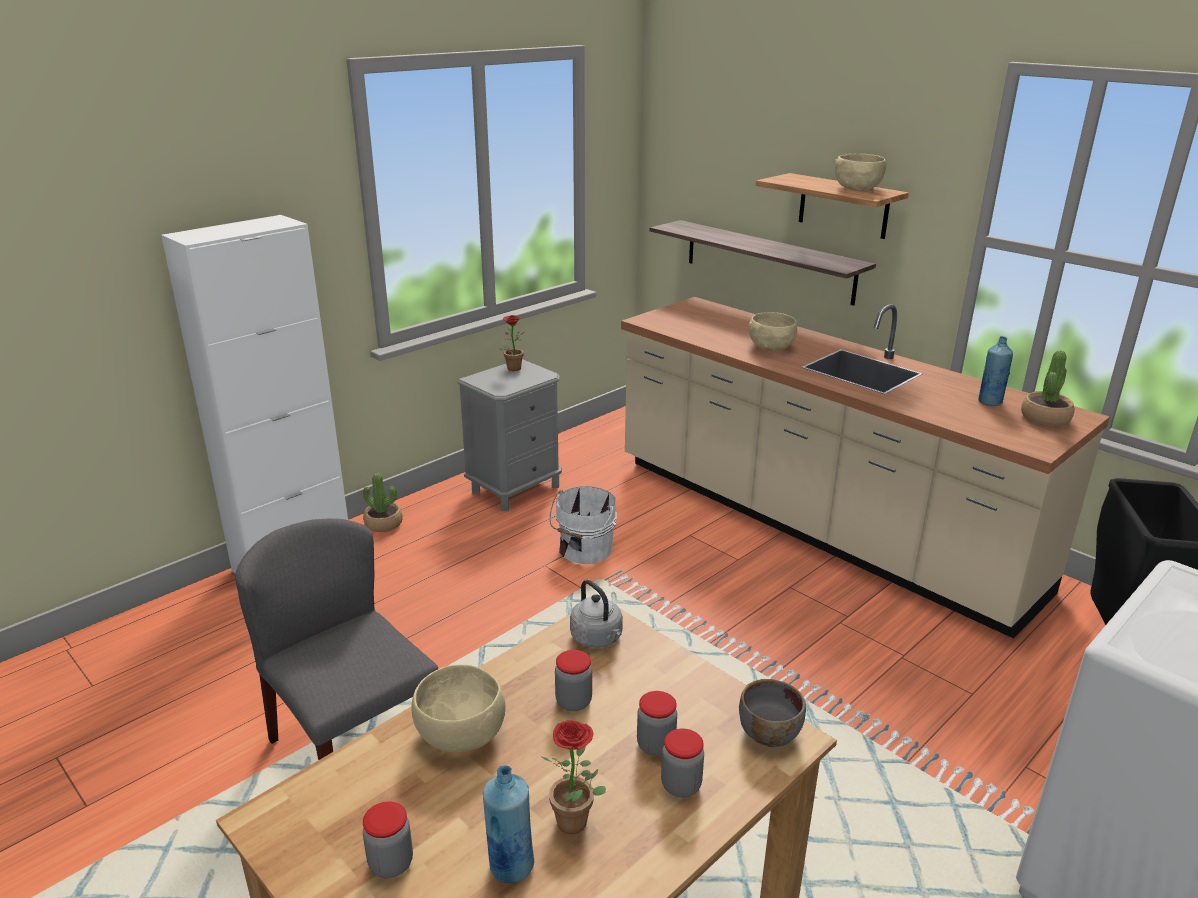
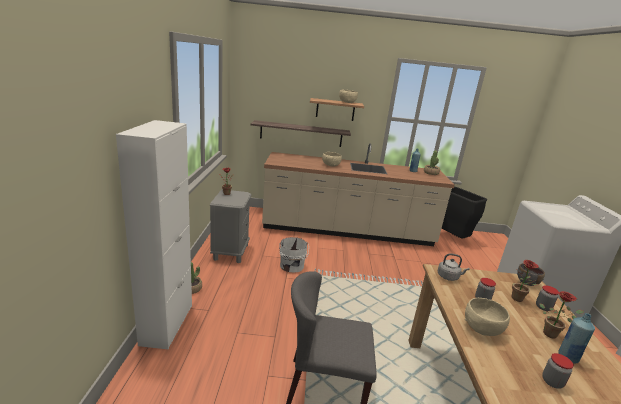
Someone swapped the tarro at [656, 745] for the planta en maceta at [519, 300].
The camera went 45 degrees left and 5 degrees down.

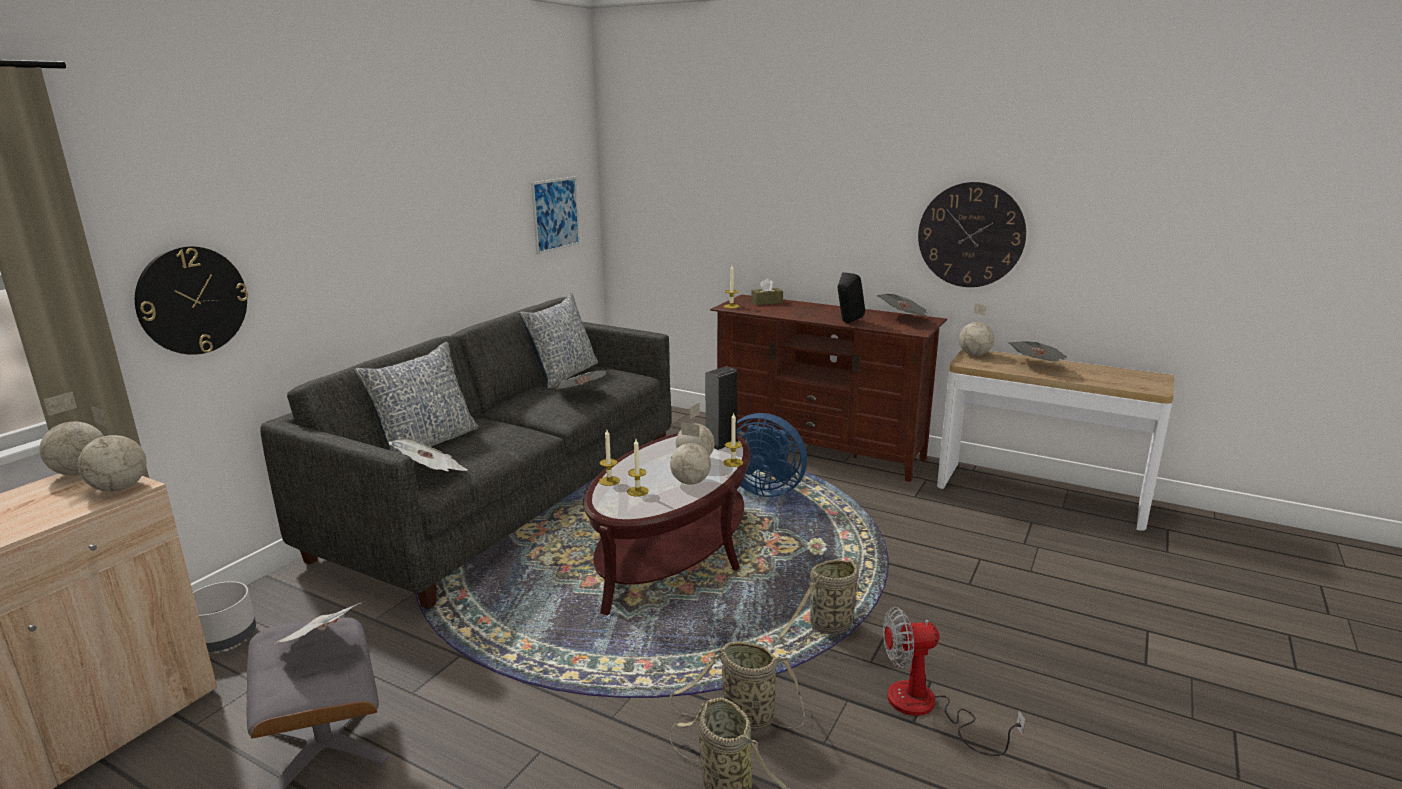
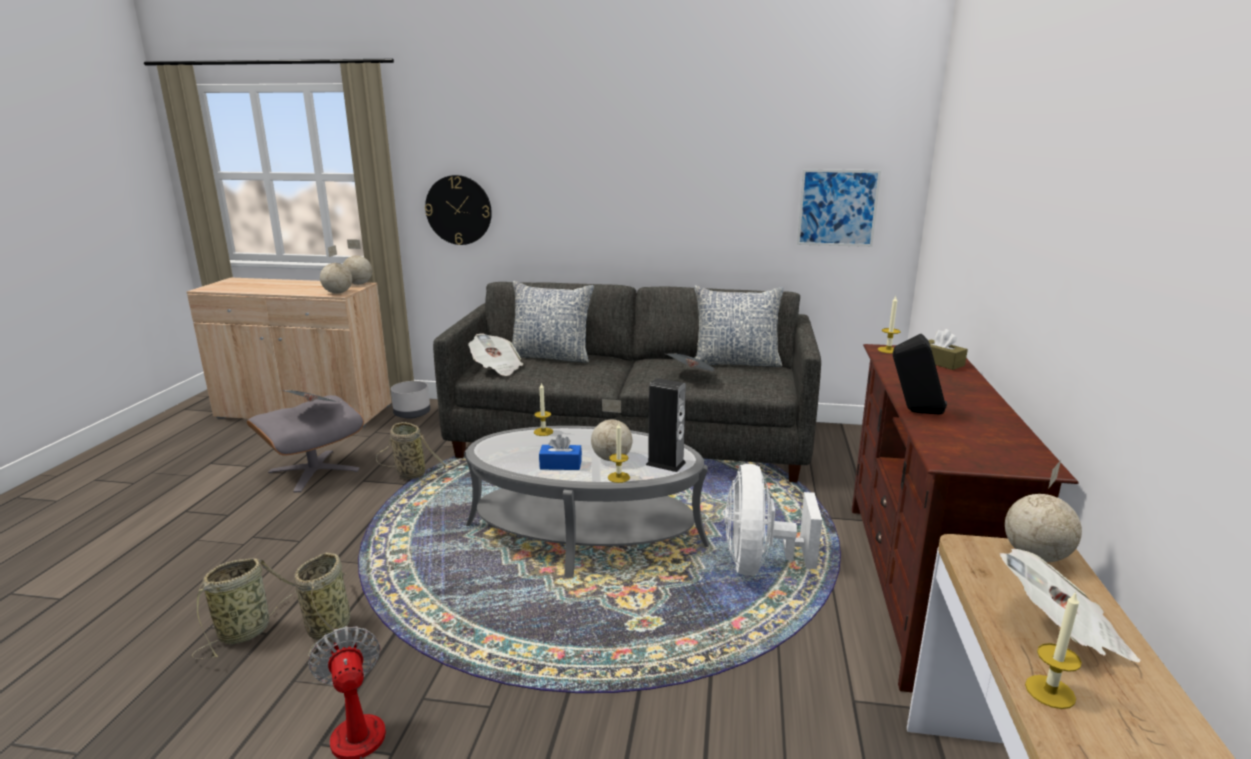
Someone repainted the mesa de centro/marrón at [673, 551], which became the mesa de centro/gris at [584, 535].
Someone carried the vela from [637, 491] to [1050, 691].
Someone swapped the globo terráqueo at [690, 482] for the caja de pañuelos/azul at [560, 465].
Someone repainted the ventilador/azul at [764, 489], which became the ventilador/blanco at [759, 564].
Someone carried the cesta from [828, 627] to [409, 473].
Someone took away the periódico at [903, 319].
Someone took away the reloj de pared at [971, 235].
The camera went 70 degrees right and 0 degrees up.

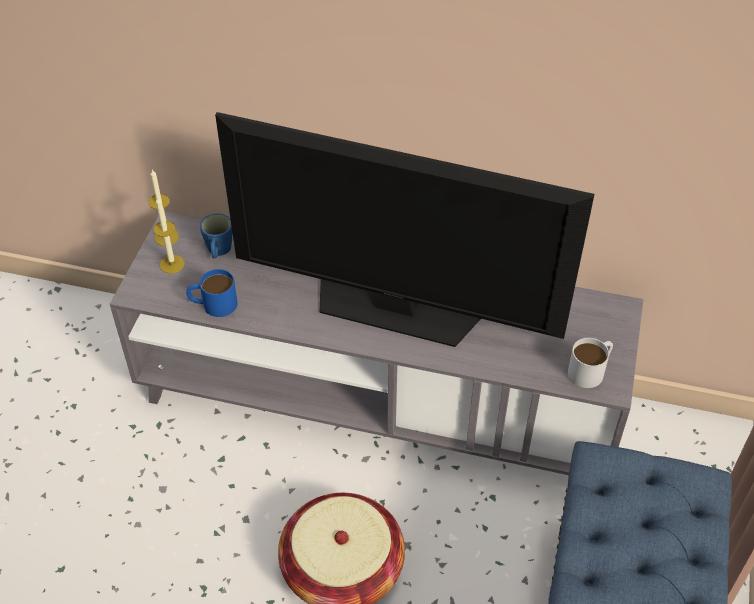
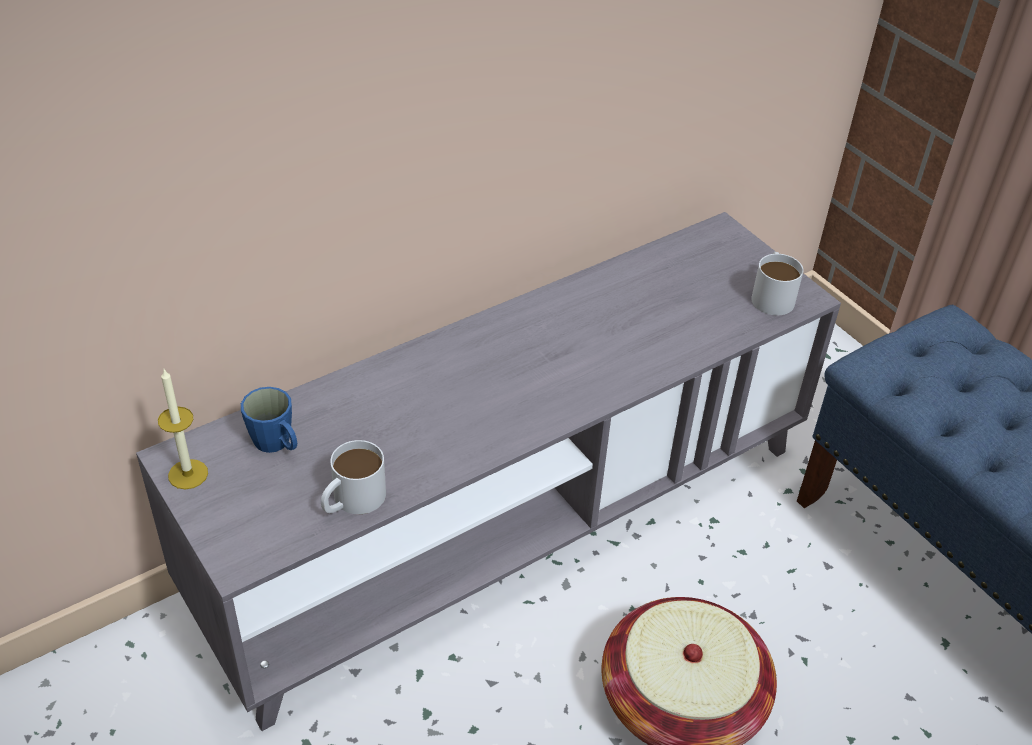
Someone took away the vela at [172, 264].
Someone repainted the taza grande/azul at [213, 304], which became the taza grande/blanco at [351, 500].
Someone took away the televisor at [396, 307].
The camera went 50 degrees left and 5 degrees down.

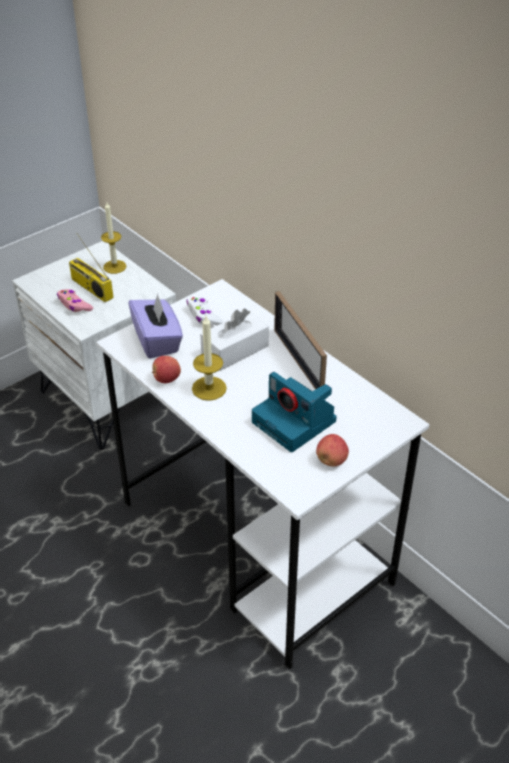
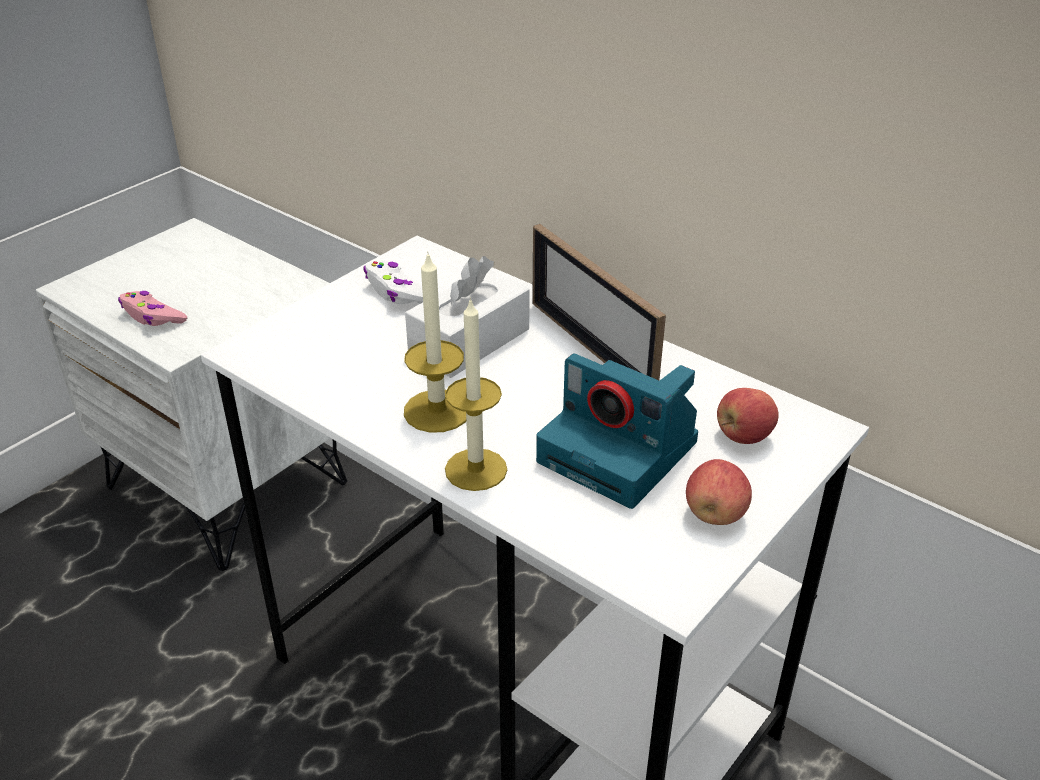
Someone took away the radio at [90, 288].
Someone carried the vela from [114, 267] to [476, 469].
Someone took away the caja de pañuelos/morado at [157, 341].
Someone carried the manzana from [166, 379] to [743, 436].
The camera went 10 degrees left and 5 degrees down.

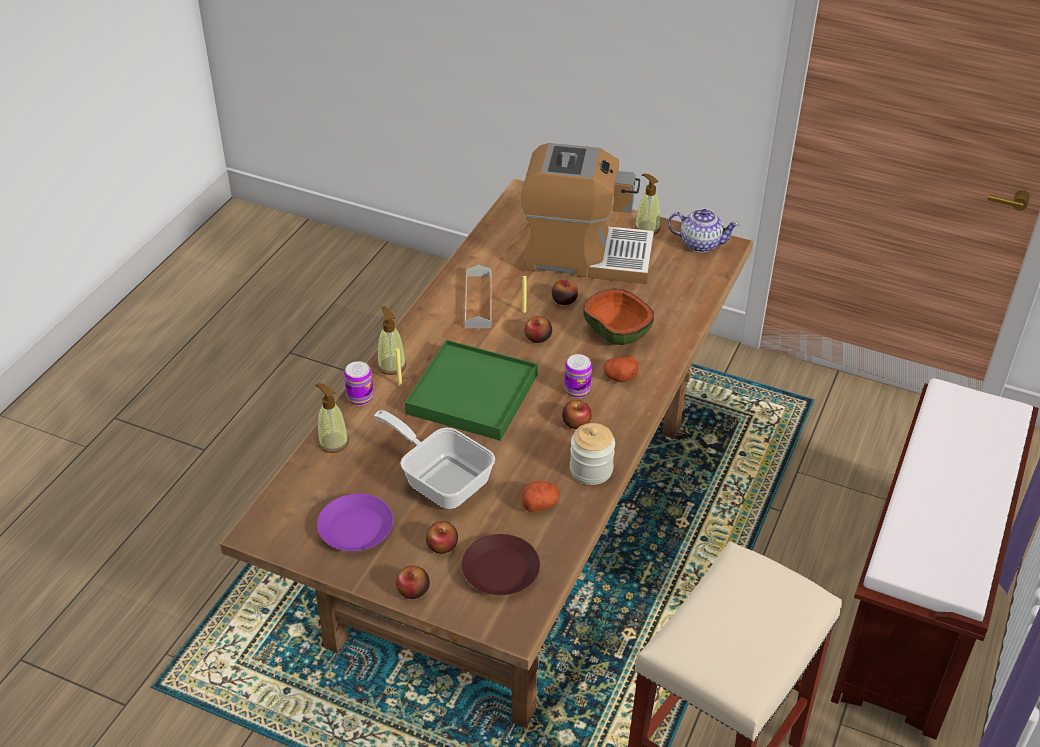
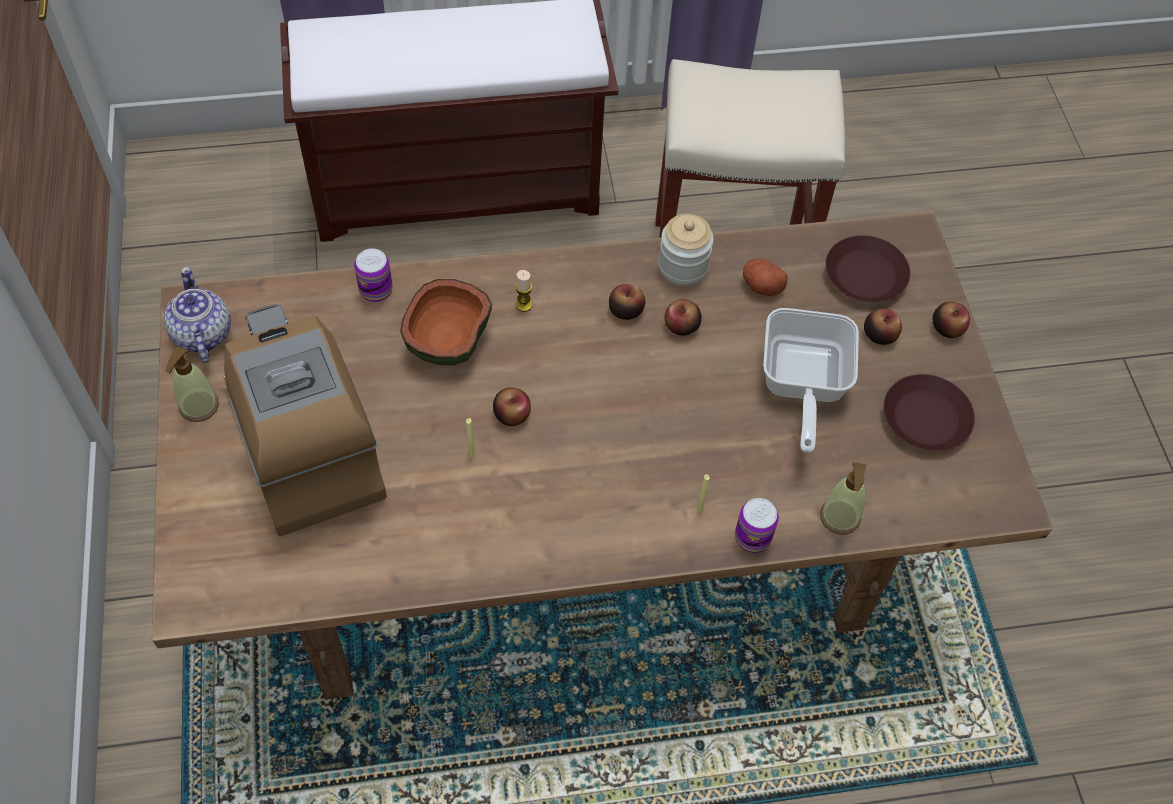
Someone repainted the plato/morado at [356, 528], which became the plato/marrón at [924, 418].
Someone took away the dispensador de jabón at [391, 365].
Someone took away the bandeja/verde at [472, 394].
Someone took away the bandeja/gris at [478, 301].
Someone carried the manzana from [564, 300] to [681, 326].
Someone carried the lata from [577, 390] to [376, 290].
Someone swapped the patata at [619, 377] for the vela at [524, 305].
The camera went 125 degrees left and 15 degrees up.

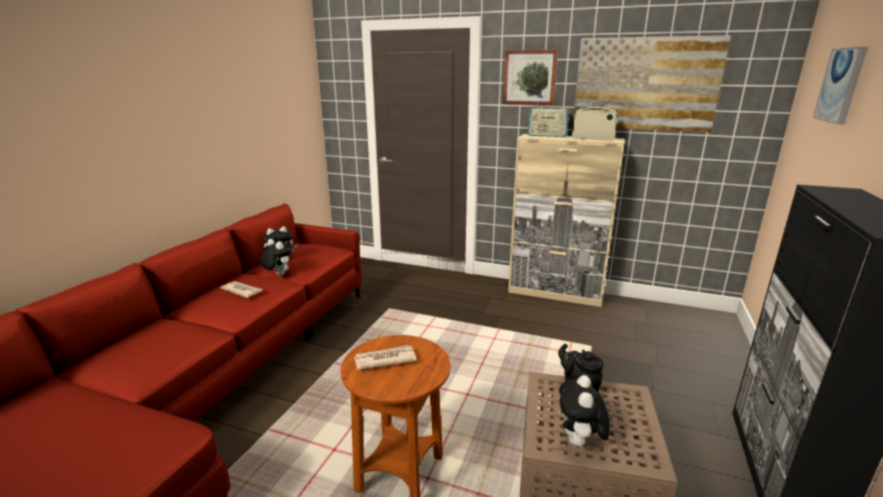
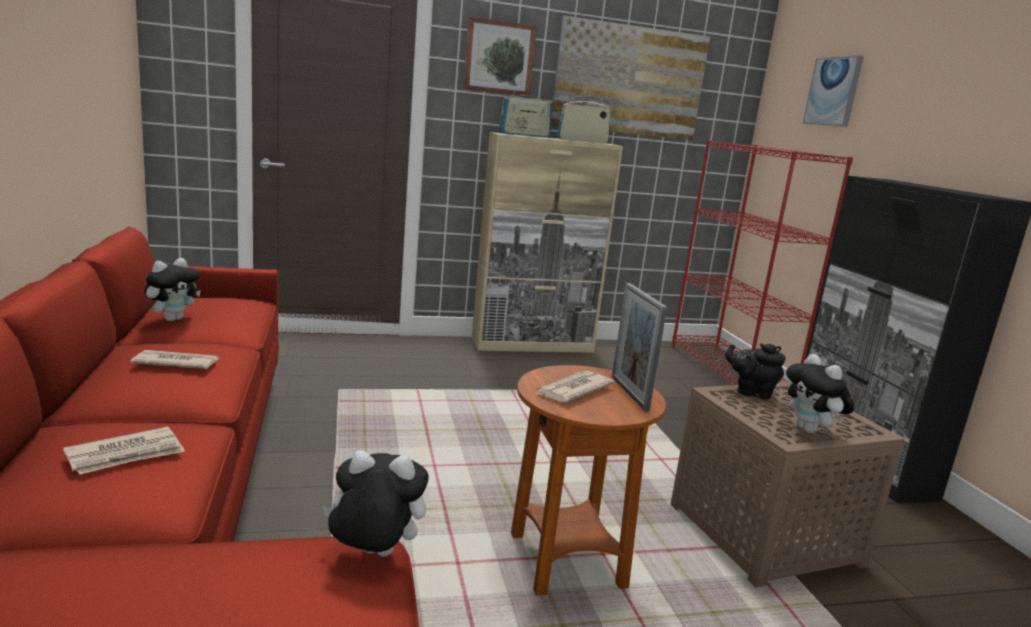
Someone carried the peluche from [278, 275] to [373, 555].
Someone put down the periódico at [126, 455].
Someone put down the portarretratos at [629, 393].
Someone put down the estantería/rojo at [729, 372].
The camera went 35 degrees left and 5 degrees down.

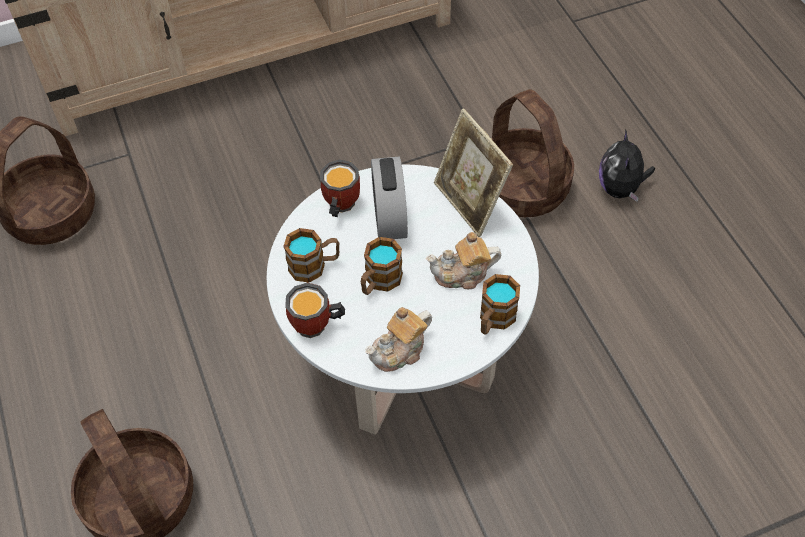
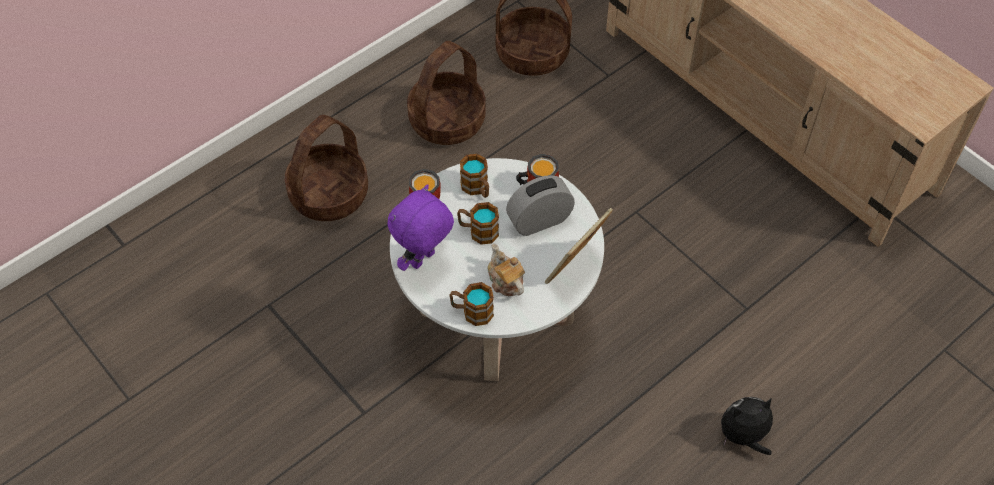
Someone swapped the tetera at [400, 351] for the peluche/morado at [423, 260].
Someone carried the cesta from [524, 187] to [447, 121].
The camera went 70 degrees right and 0 degrees up.

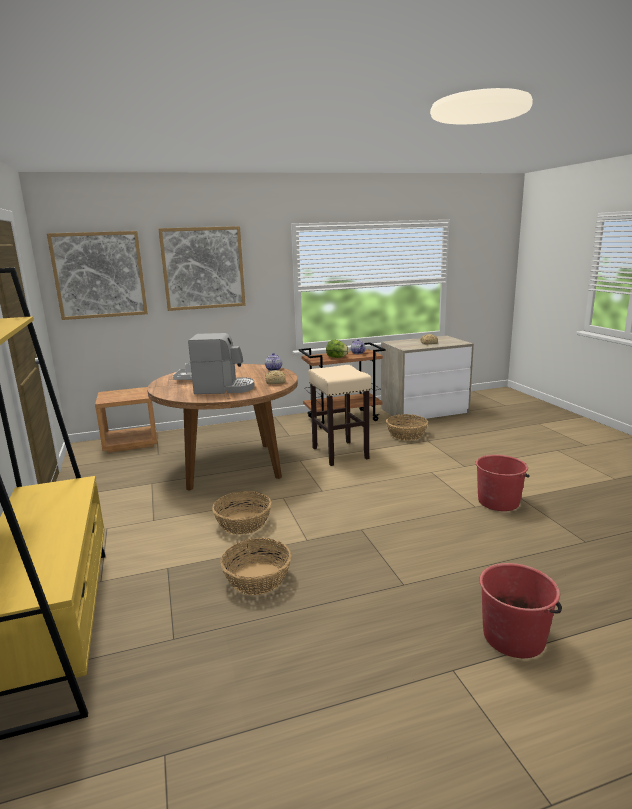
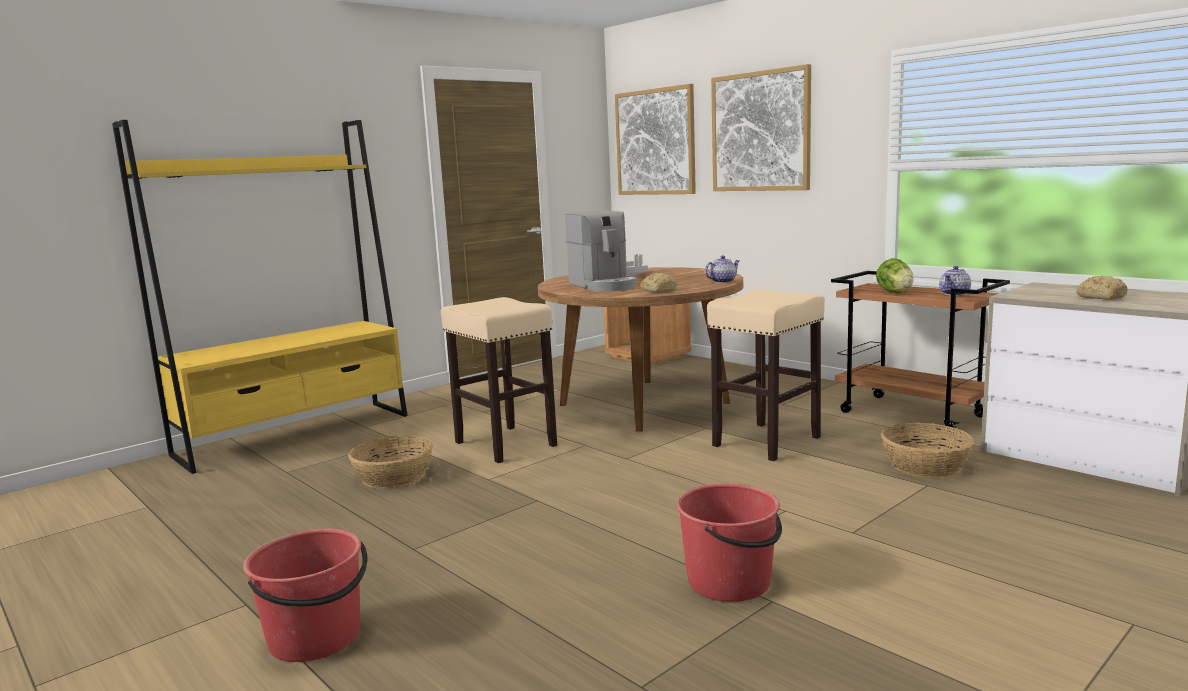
Someone swapped the cesta at [243, 523] for the taburete/beis at [504, 444].
The camera went 65 degrees right and 5 degrees down.

